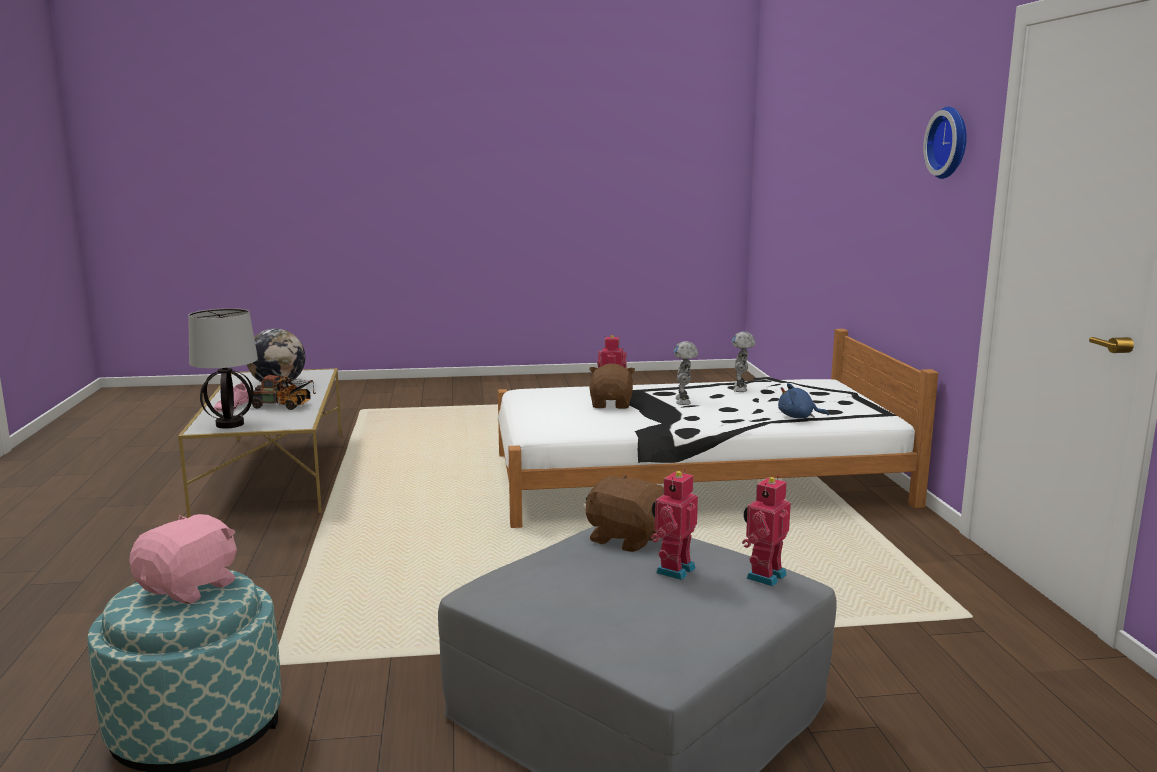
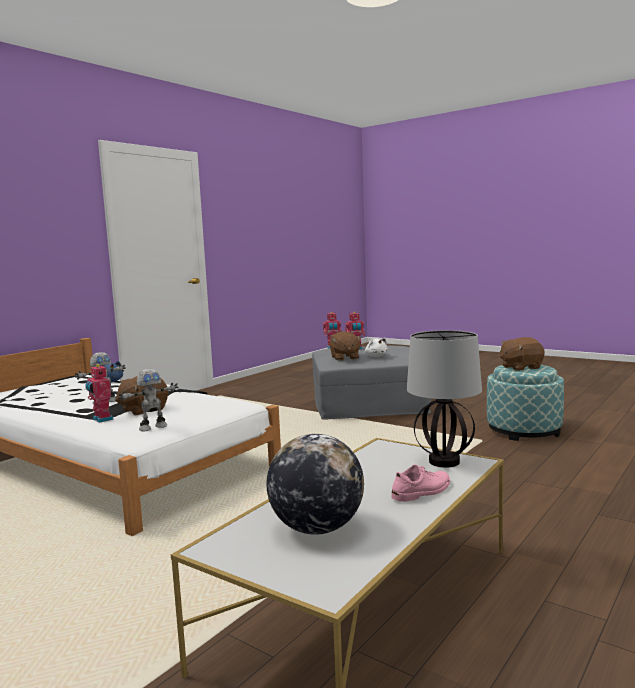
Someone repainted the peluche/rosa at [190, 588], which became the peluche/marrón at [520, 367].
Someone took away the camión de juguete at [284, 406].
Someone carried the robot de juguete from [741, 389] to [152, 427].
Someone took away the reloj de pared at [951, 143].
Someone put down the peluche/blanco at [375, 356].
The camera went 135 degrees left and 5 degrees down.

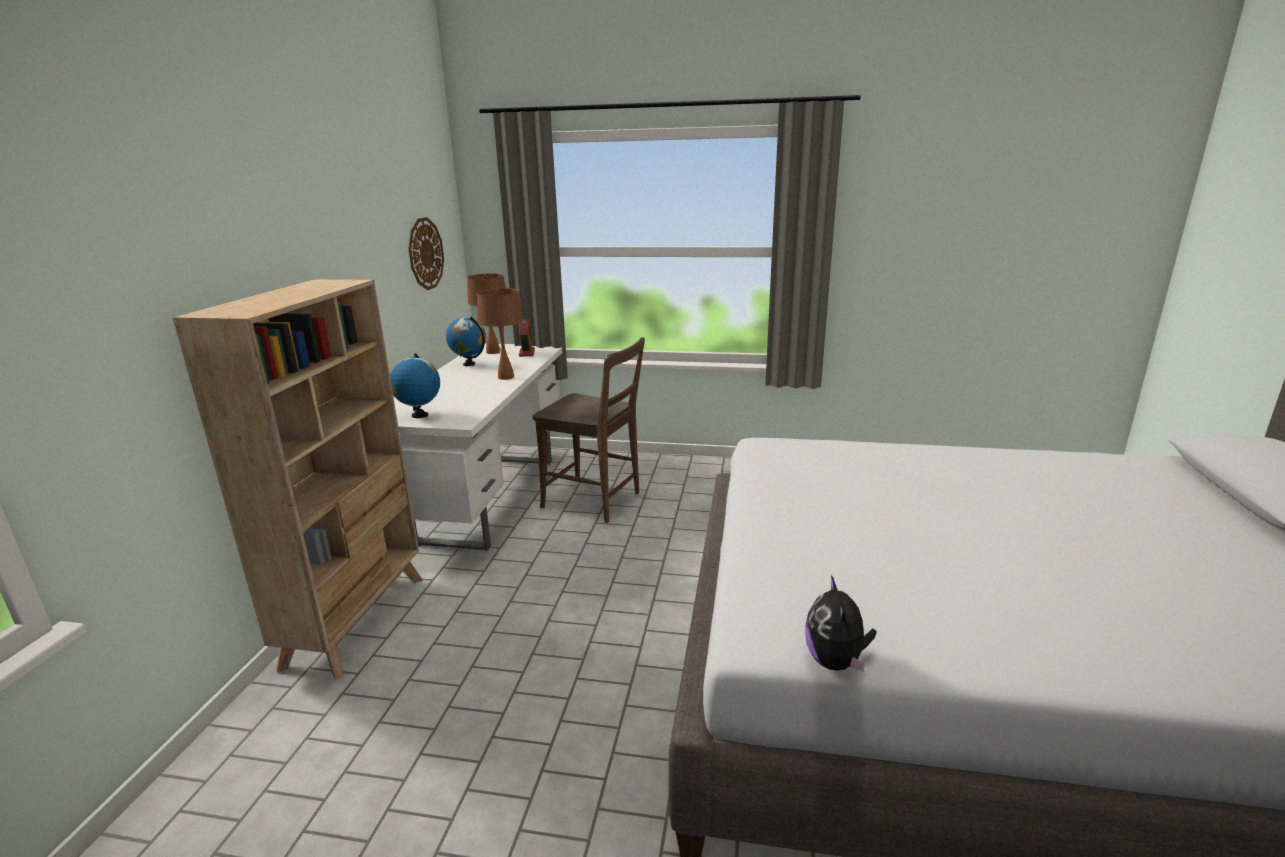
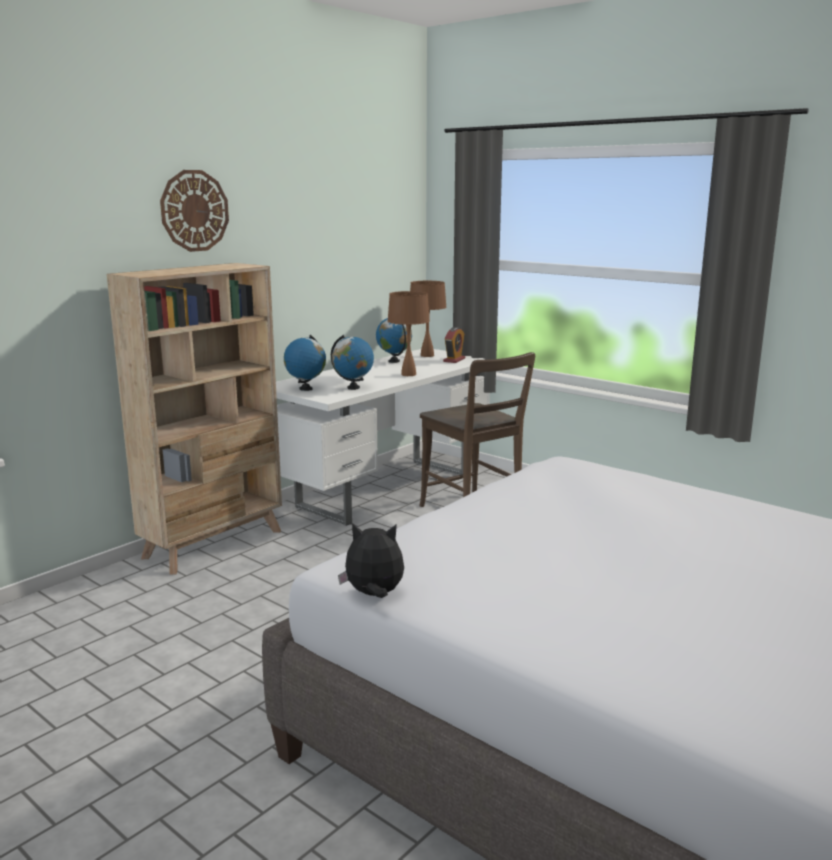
Someone carried the reloj de pared from [425, 253] to [194, 211].
Someone rotated the peluche at [836, 661] by 60 degrees clockwise.
Someone put down the globo terráqueo at [353, 388].
The camera went 30 degrees right and 5 degrees down.

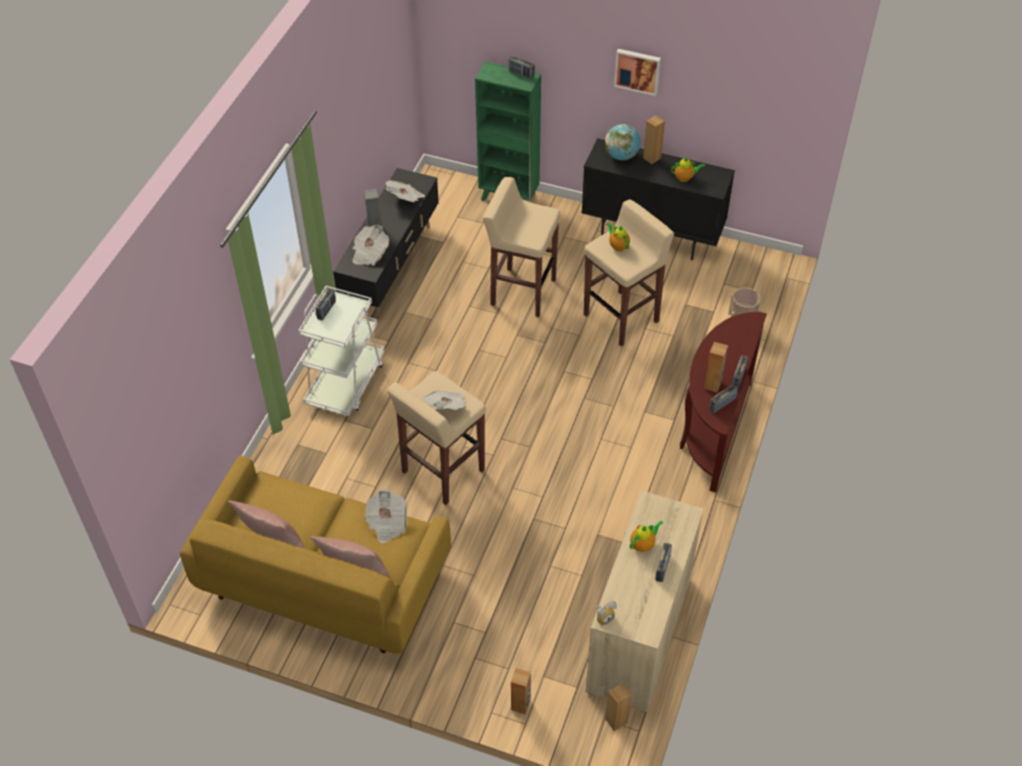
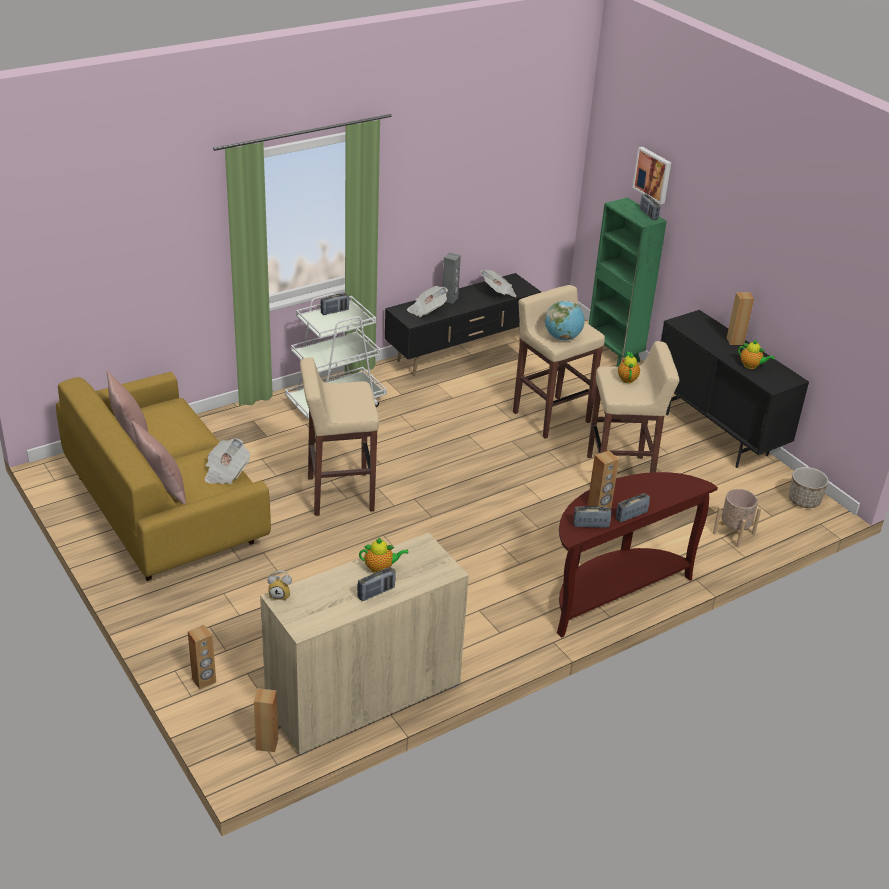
Someone took away the periódico at [447, 407].
Someone carried the globo terráqueo from [621, 156] to [562, 337].
Someone carried the cuadro from [637, 70] to [653, 174].
Someone put down the maceta at [804, 501].
The camera went 35 degrees right and 15 degrees down.

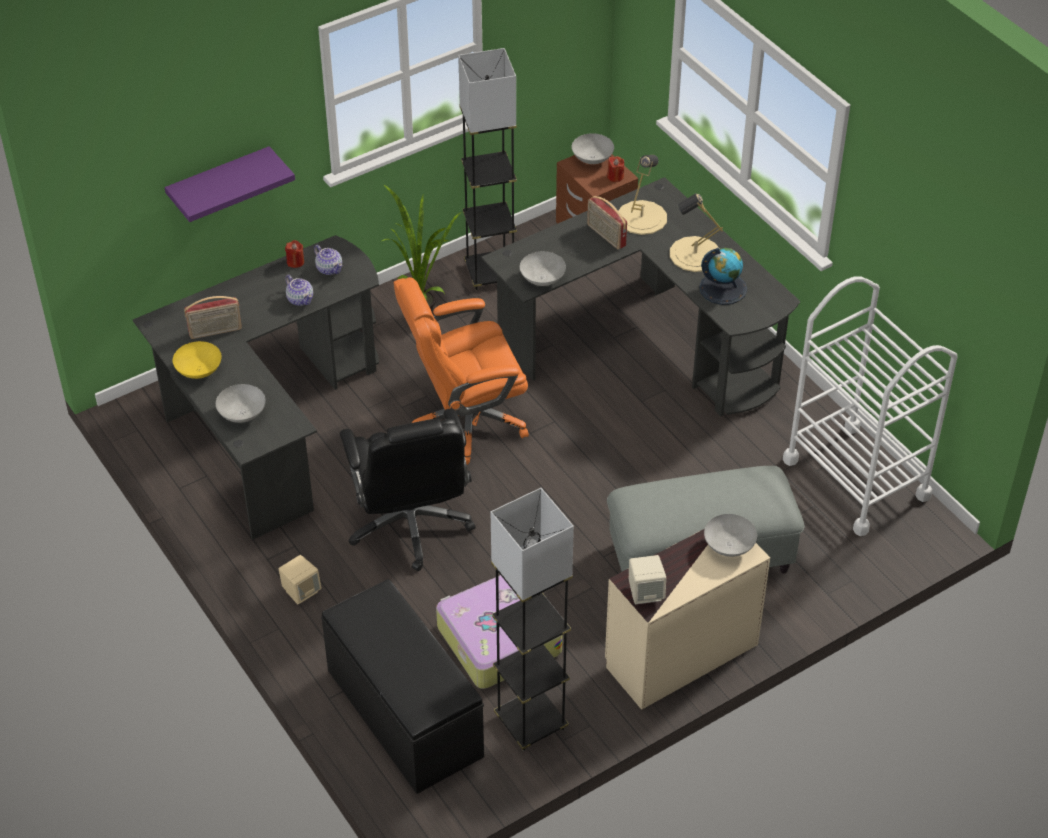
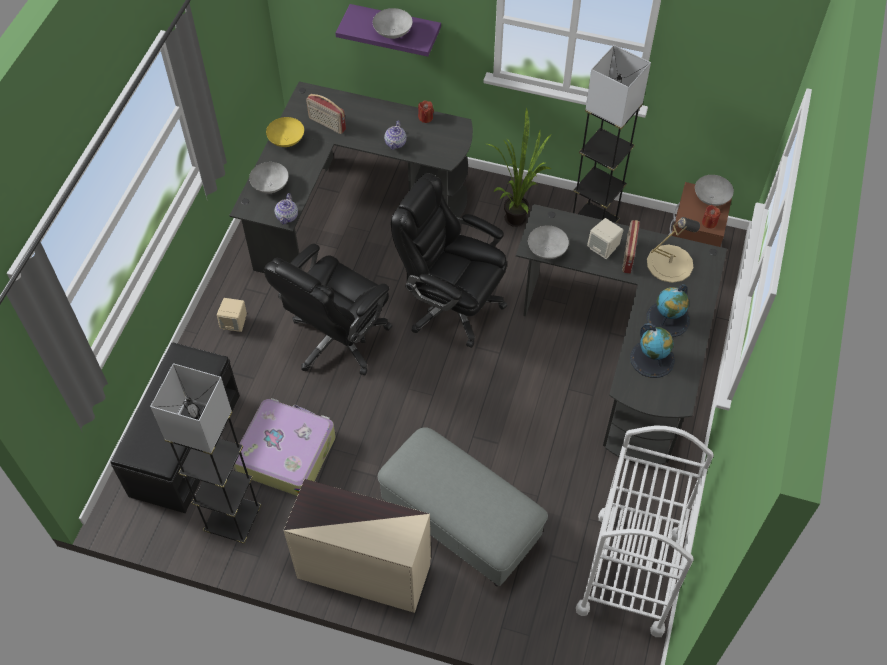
Someone carried the tetera from [329, 268] to [287, 216].
Someone repainted the silla de oficina/naranja at [465, 421], which became the silla de oficina/negro at [451, 305].
Someone carried the altavoz/beis from [646, 593] to [603, 248].
Someone swapped the lámpara de mesa/beis at [695, 254] for the globo terráqueo at [668, 319].
Someone carried the cuenco/gris from [728, 547] to [392, 33].
The camera went 50 degrees right and 10 degrees up.

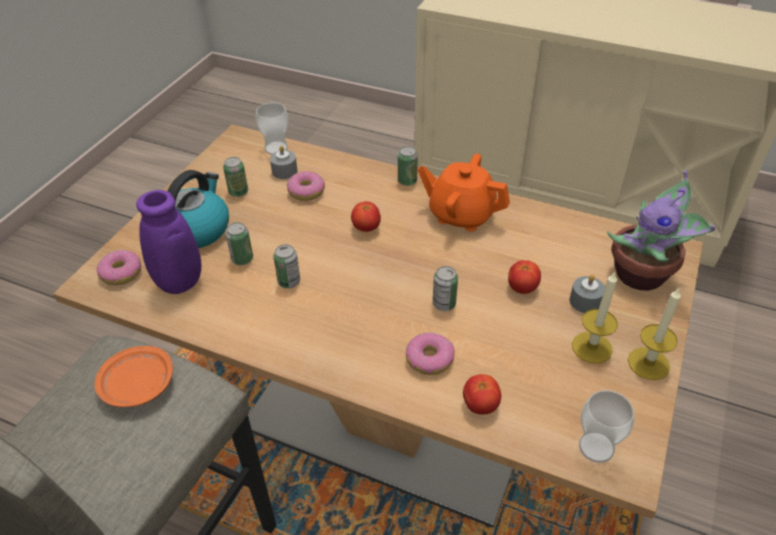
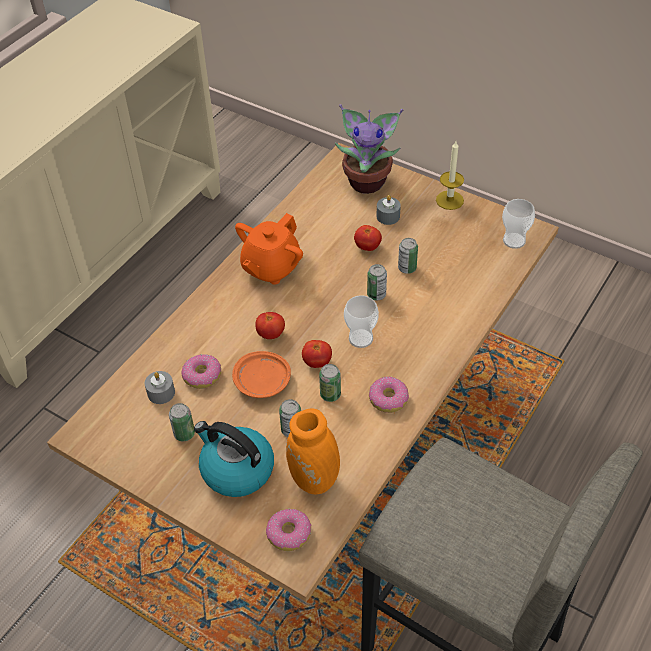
Someone carried the plato/naranja from [137, 385] to [263, 381].
Someone repainted the florero/morado at [178, 286], which became the florero/naranja at [318, 481].
Someone carried the taza from [276, 148] to [360, 338].
Someone carried the lata from [407, 181] to [407, 268].
Someone carried the rosquilla from [429, 359] to [388, 399].
Someone carried the tomate from [480, 405] to [317, 362].
Someone took away the vela at [592, 347].
The camera went 80 degrees left and 5 degrees up.

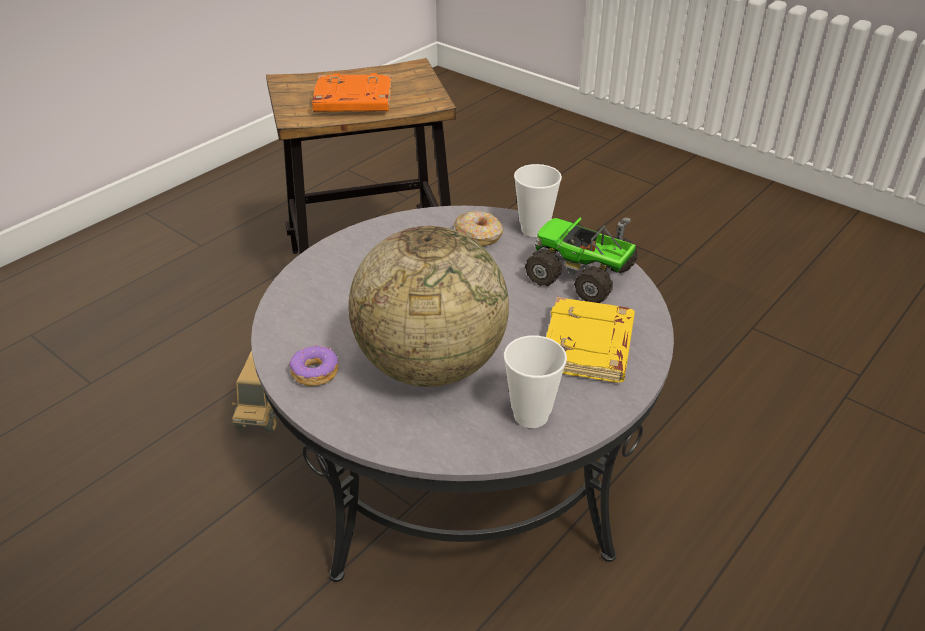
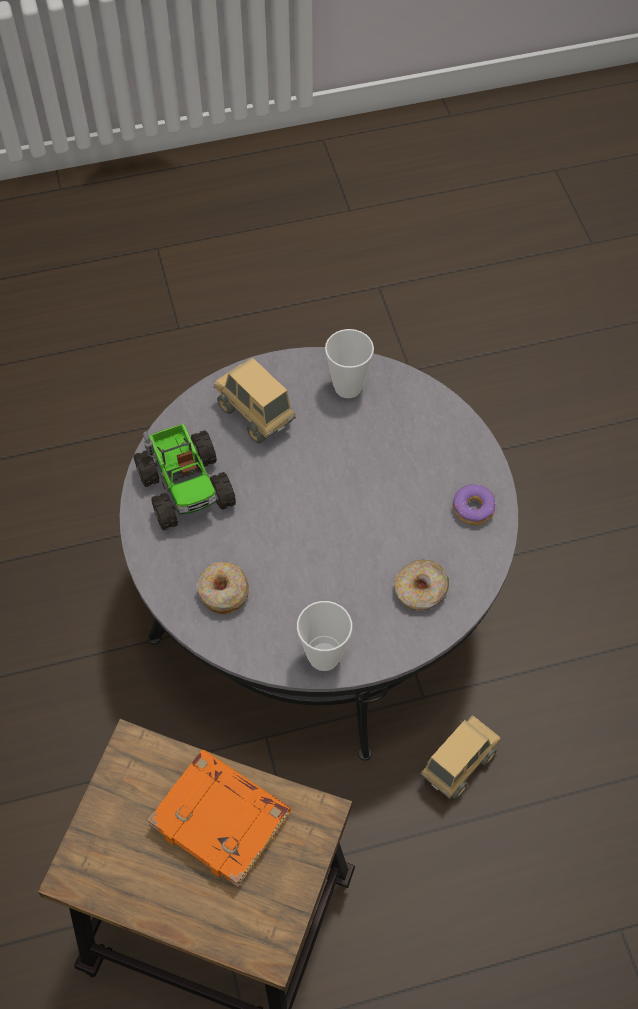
Someone took away the globo terráqueo at [430, 365].
Someone carried the taza from [534, 229] to [324, 656].
Someone swapped the libro/amarillo at [589, 348] for the camión de juguete at [255, 416].
Someone put down the rosquilla at [420, 590].
The camera went 145 degrees left and 20 degrees up.

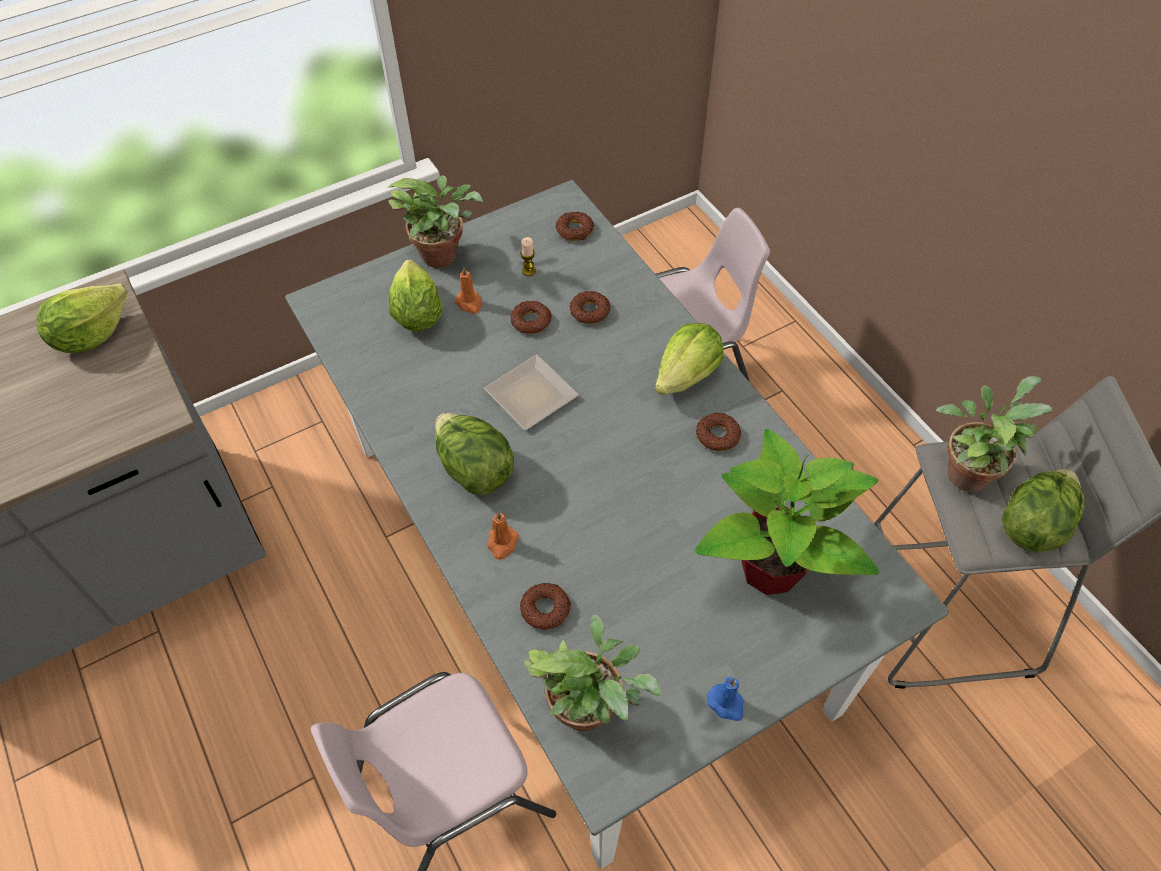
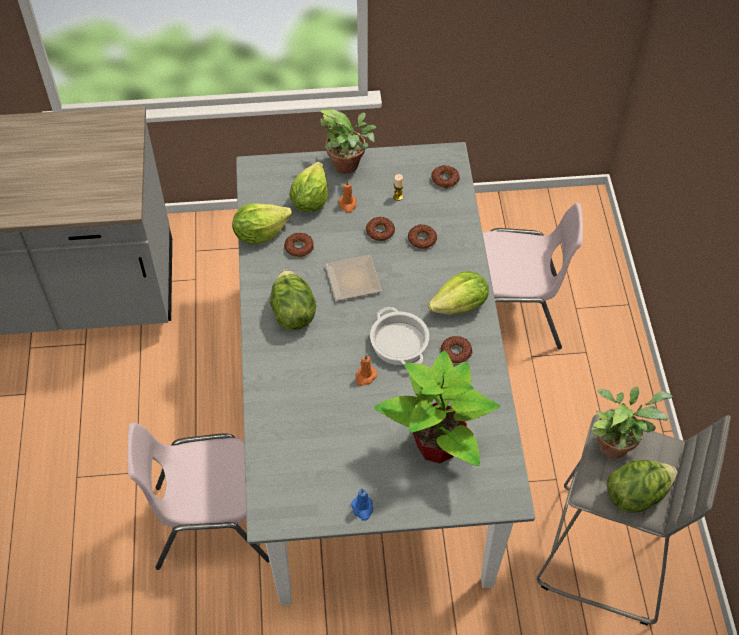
Someone carried the lechuga from [91, 335] to [260, 233].
Someone carried the vela/naranja from [502, 543] to [365, 376].
Someone carried the rosquilla from [545, 609] to [299, 247].
Someone took away the planta en maceta at [591, 708].
Someone put down the olla at [398, 342].
The camera went 25 degrees right and 0 degrees up.

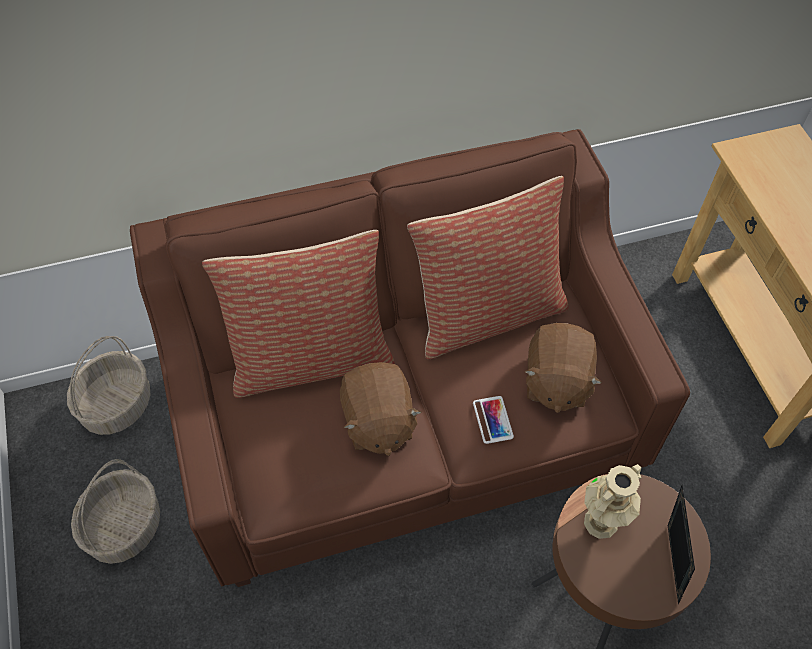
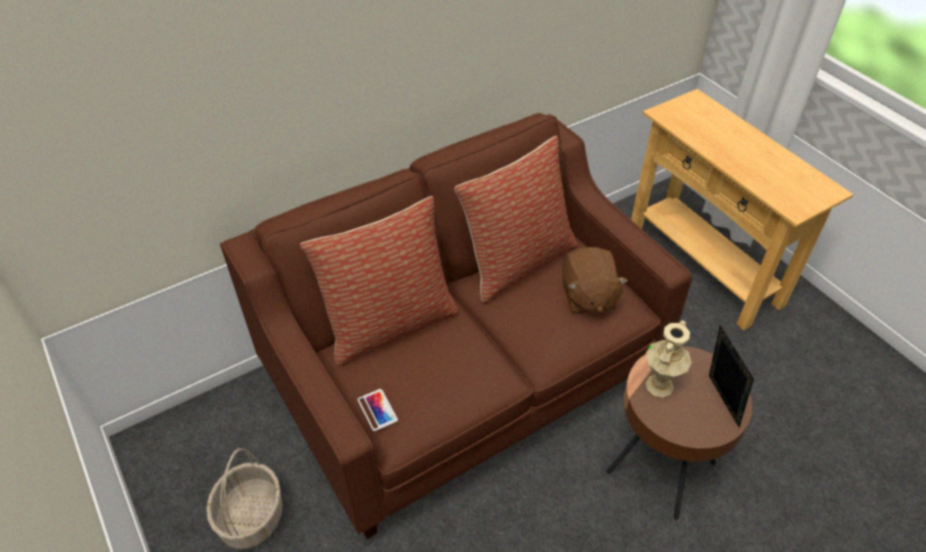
Someone took away the cesta at [117, 404].
Someone took away the peluche/marrón at [377, 422].
Someone carried the móvil from [492, 420] to [377, 410].
The camera went 15 degrees left and 10 degrees down.

